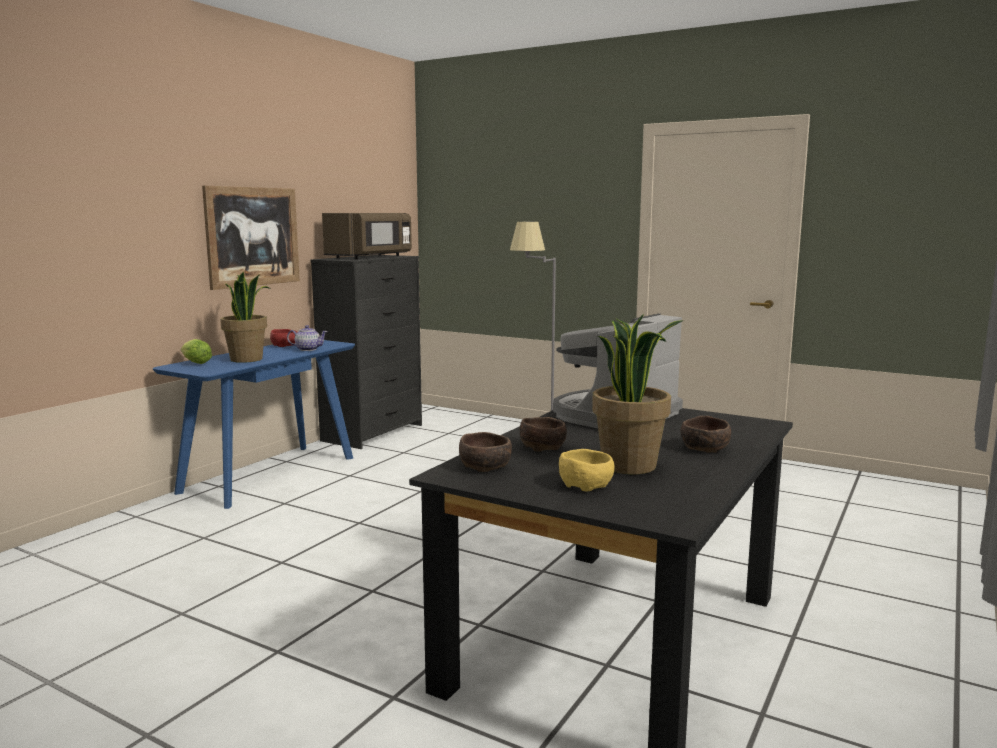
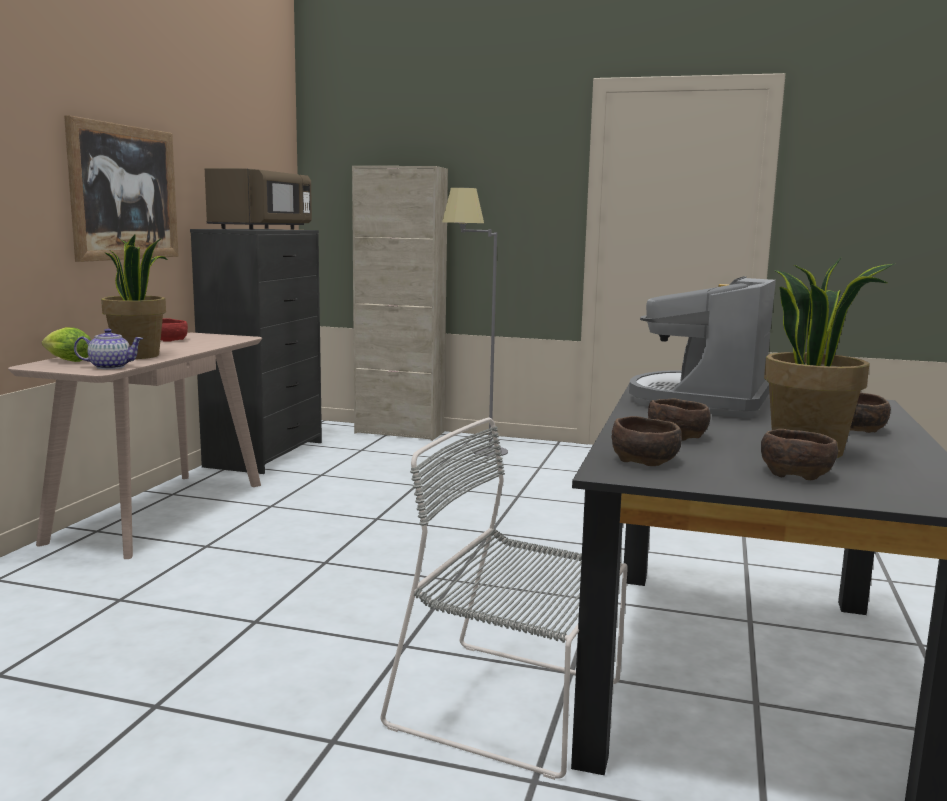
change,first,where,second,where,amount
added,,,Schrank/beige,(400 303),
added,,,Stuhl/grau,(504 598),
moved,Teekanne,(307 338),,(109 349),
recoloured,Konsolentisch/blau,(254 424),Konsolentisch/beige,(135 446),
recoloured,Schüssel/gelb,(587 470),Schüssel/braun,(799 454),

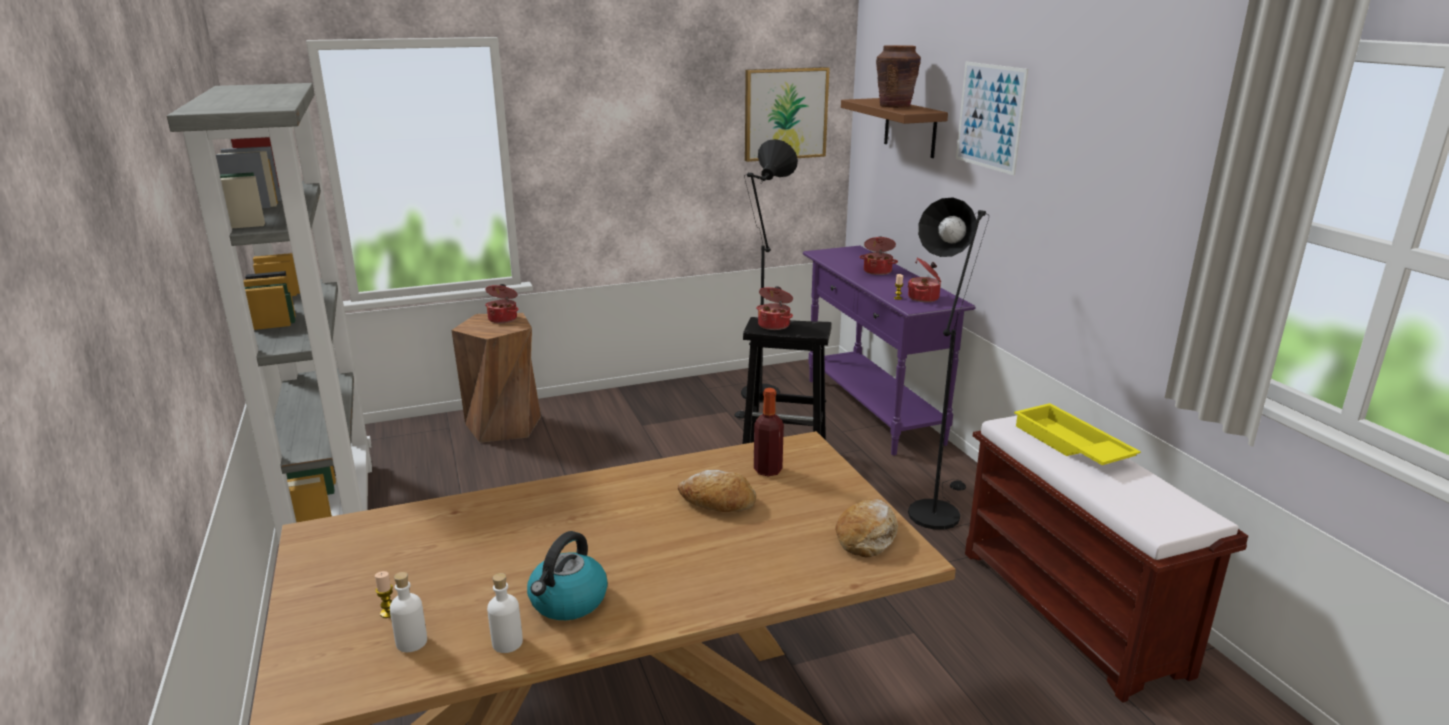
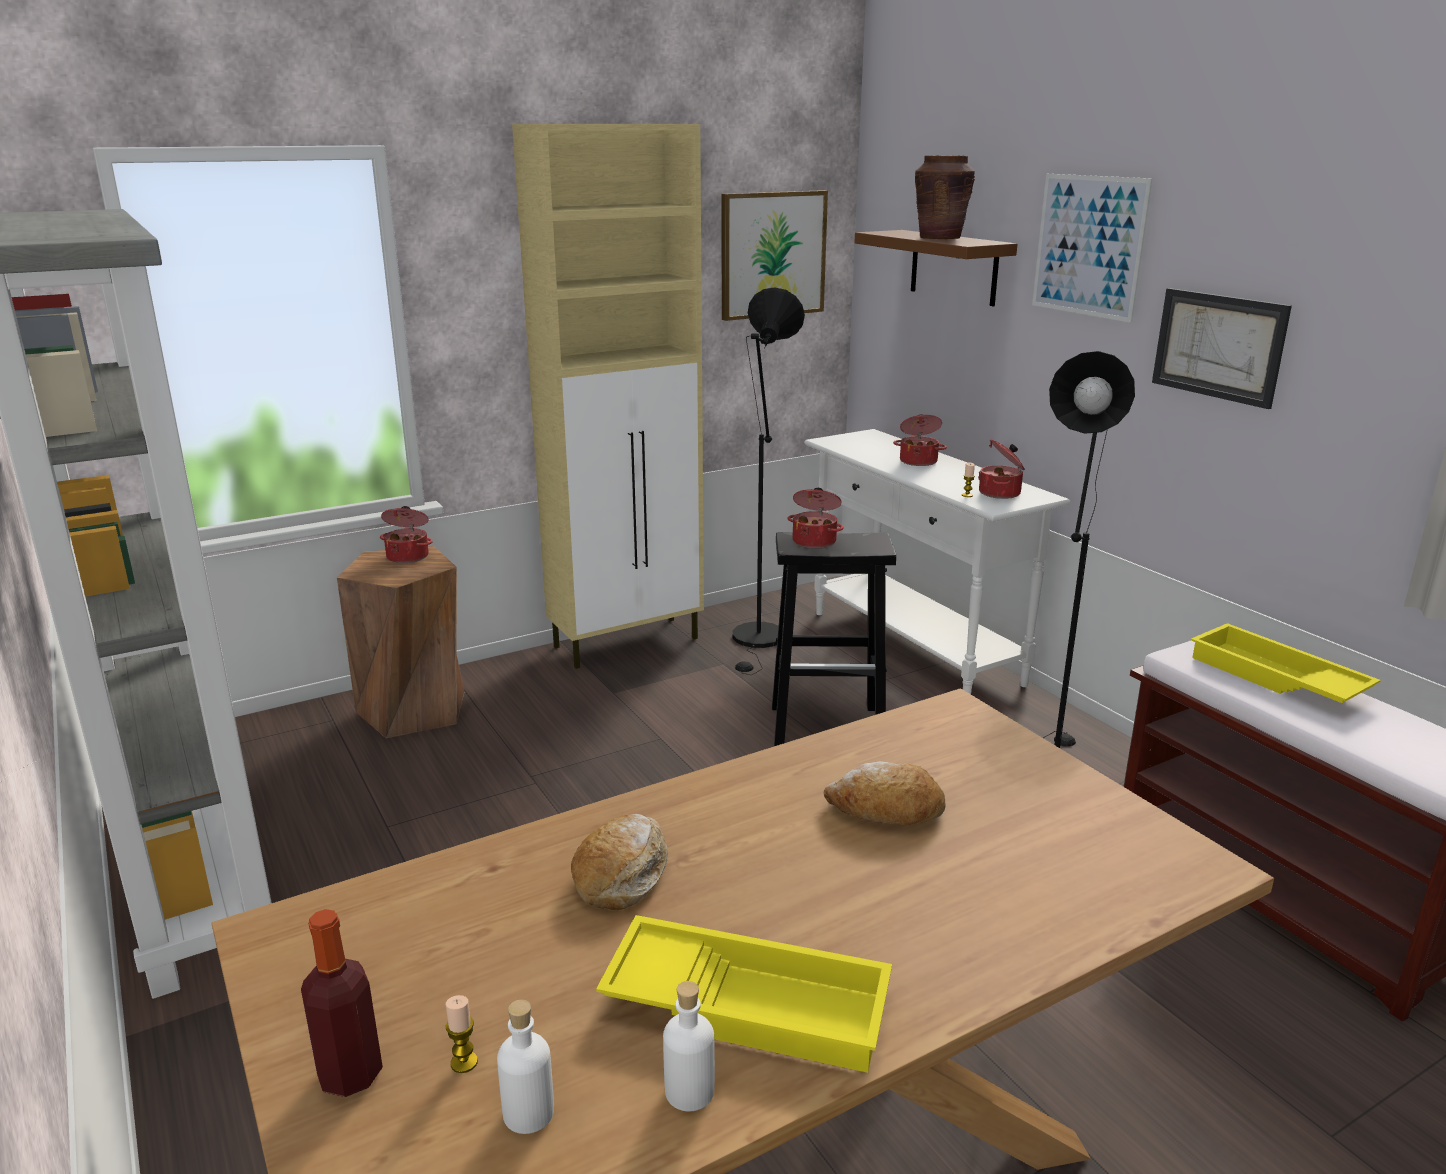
change,first,where,second,where,amount
added,,,Schrank/beige,(608 396),
added,,,Bild,(1222 348),
moved,Flasche,(769 432),,(342 1003),
moved,Brot,(866 528),,(619 862),
replaced,Wasserkessel,(567 575),Tablett/gelb,(744 994),
recoloured,Konsolentisch/lila,(889 351),Konsolentisch/weiß,(937 561),

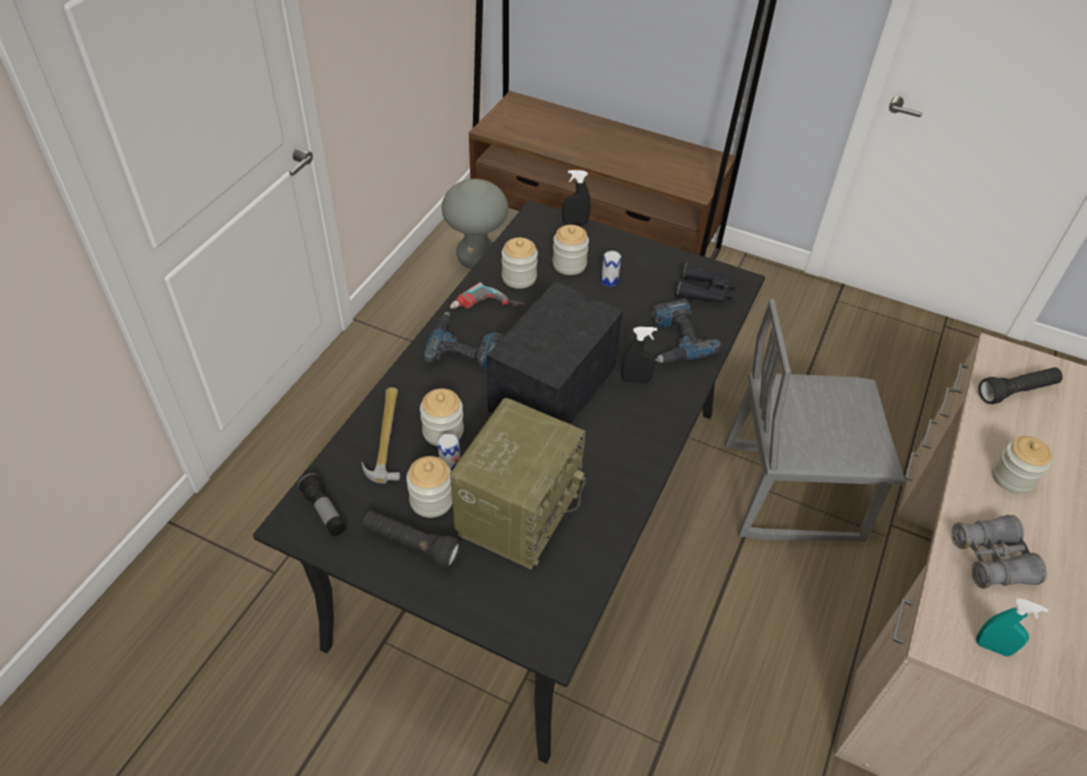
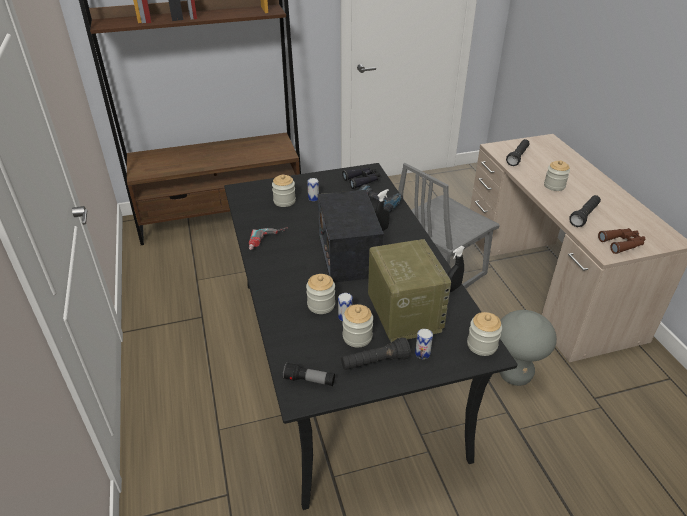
change,first,where,second,where,amount
removed,Hammer,(381 435),,,
removed,Bohrmaschine,(463 341),,,
added,,,Dose,(424 344),
moved,Hocker/grau,(475 224),,(528 348),
moved,Vorratsglas,(520 263),,(484 334),
moved,Sprühflasche/schwarz,(576 197),,(455 269),
replaced,Fernglas/grau,(999 552),Taschenlampe/schwarz,(585 211),
replaced,Sprühflasche/türkis,(1012 627),Fernglas/braun,(621 241),

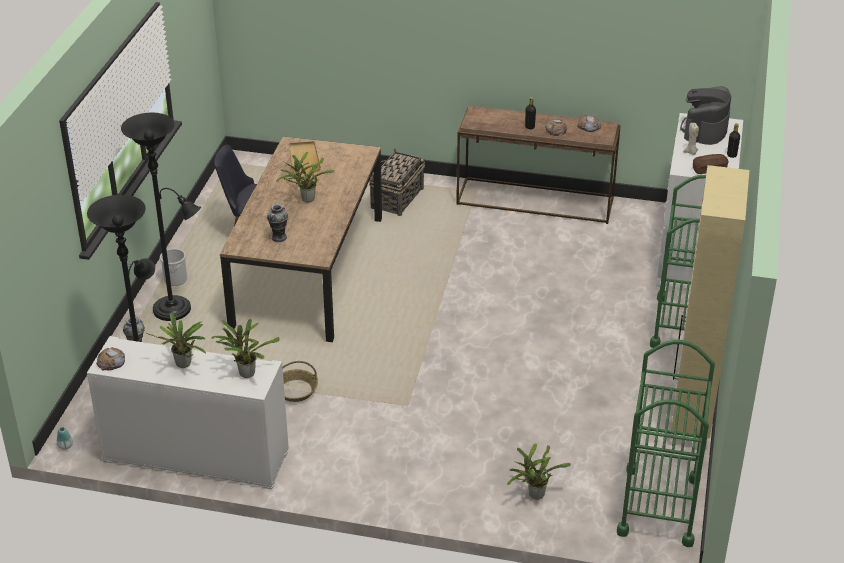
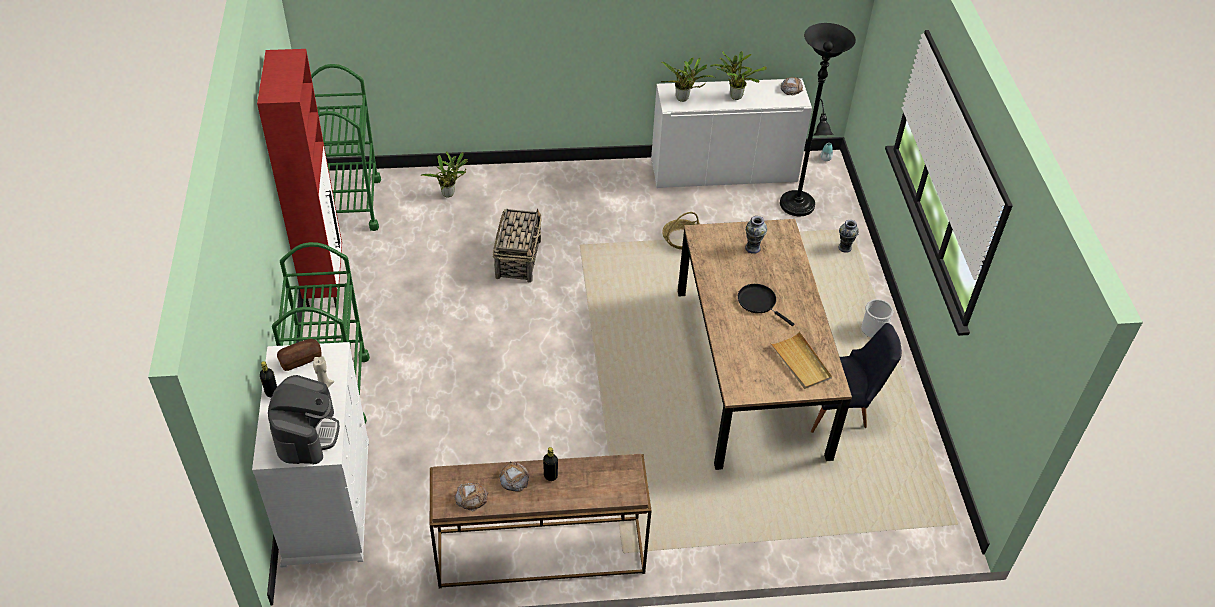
change,first,where,second,where,amount
removed,Stehlampe/schwarz,(161 217),,,
moved,Korb,(397 182),,(517 245),
replaced,Topfpflanze,(305 177),Pfanne/schwarz,(766 305),
recoloured,Schrank/beige,(710 306),Schrank/rot,(299 178),

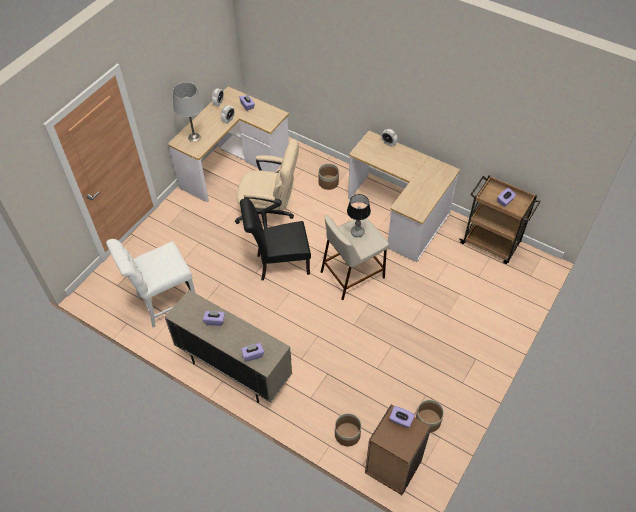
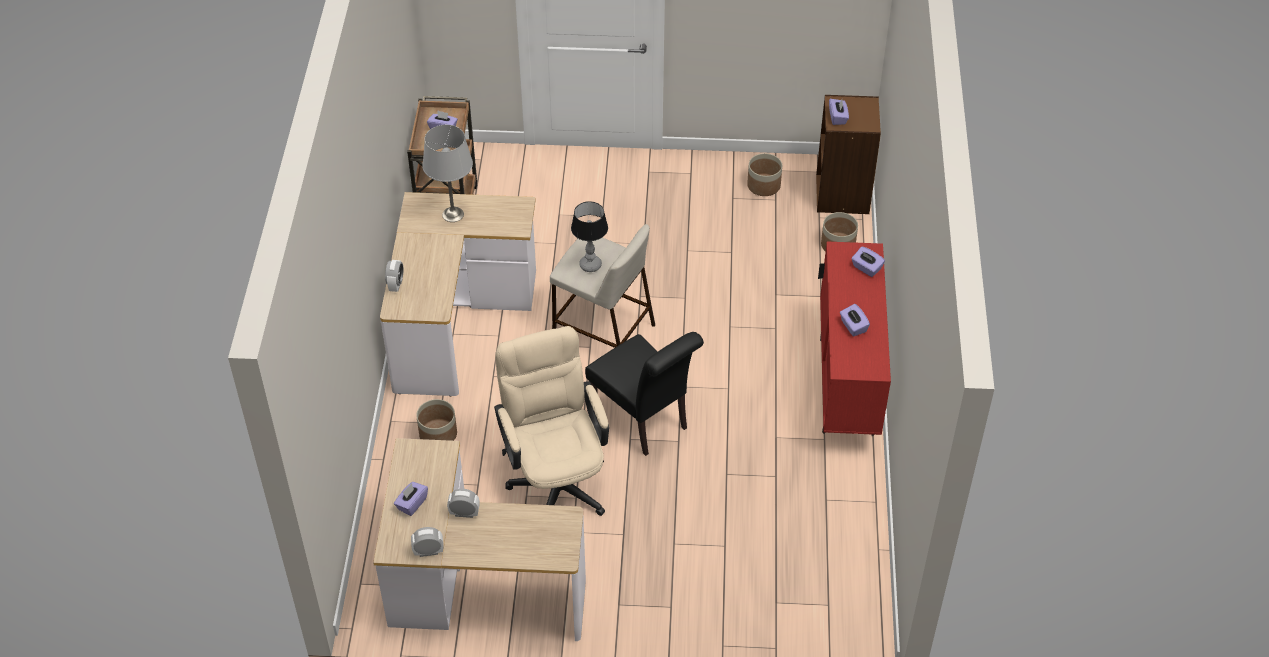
change,first,where,second,where,amount
removed,Stuhl/weiß,(150 283),,,
moved,Tischlampe/grau,(188 112),,(447 173),
recoloured,Schrank/beige,(228 346),Schrank/rot,(854 338),

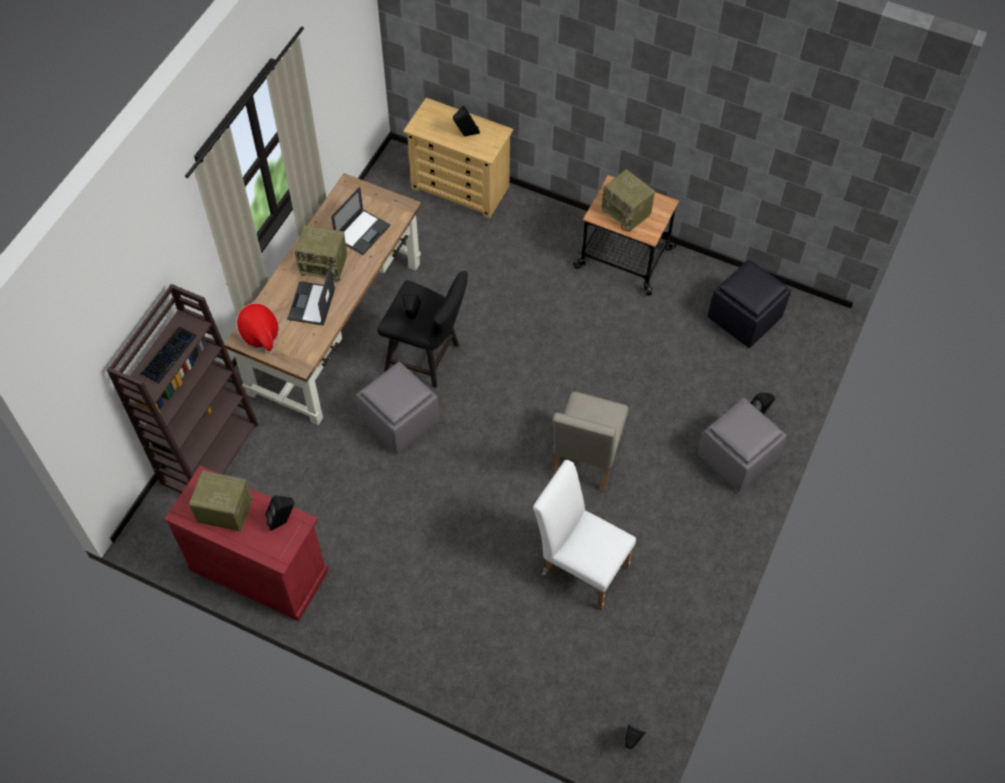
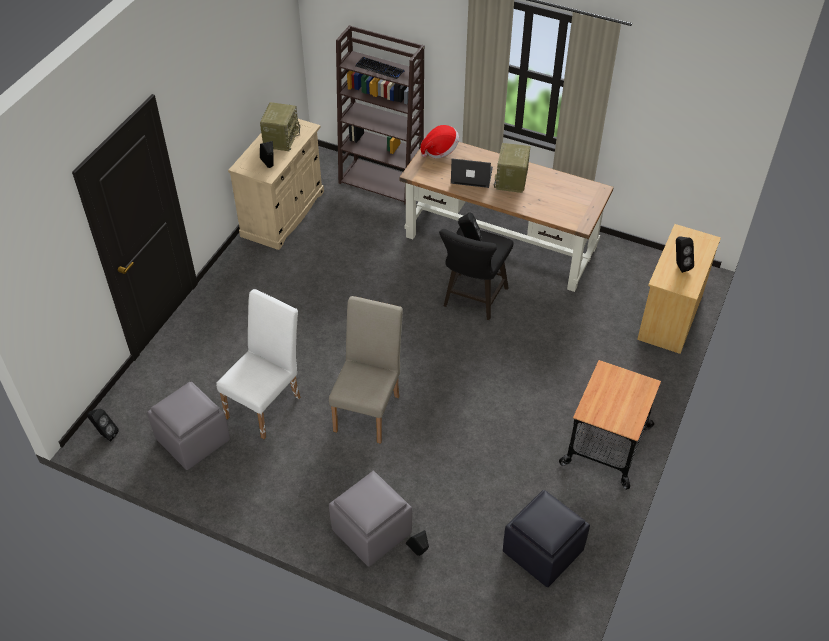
change,first,where,second,where,amount
removed,Laptop,(360 221),,,
removed,Radio,(628 200),,,
moved,Polsterhocker/grau,(397 407),,(188 426),
recoloured,Schrank/rot,(246 543),Schrank/beige,(276 184),
turned,Stuhl/beige,(590 442),,(366 370),90 degrees clockwise

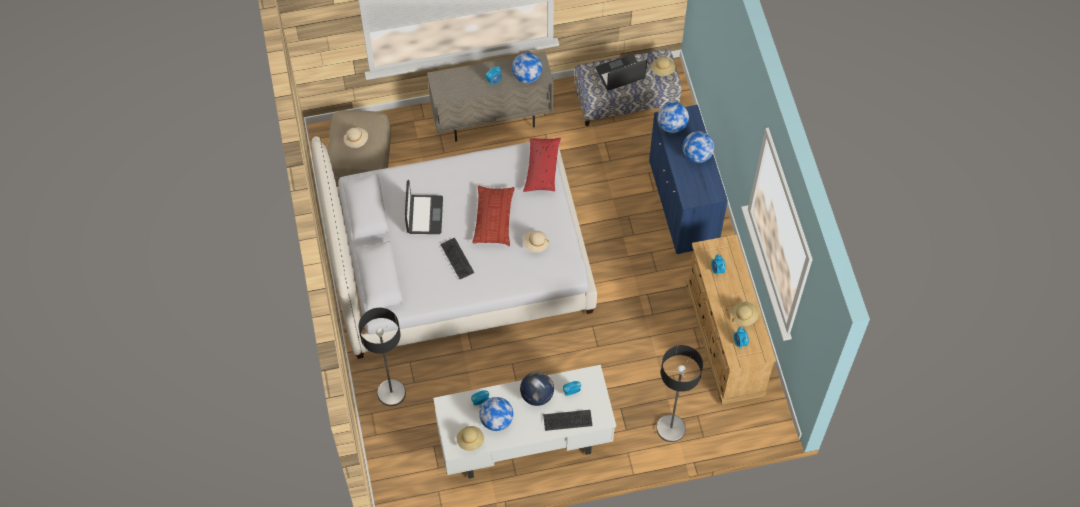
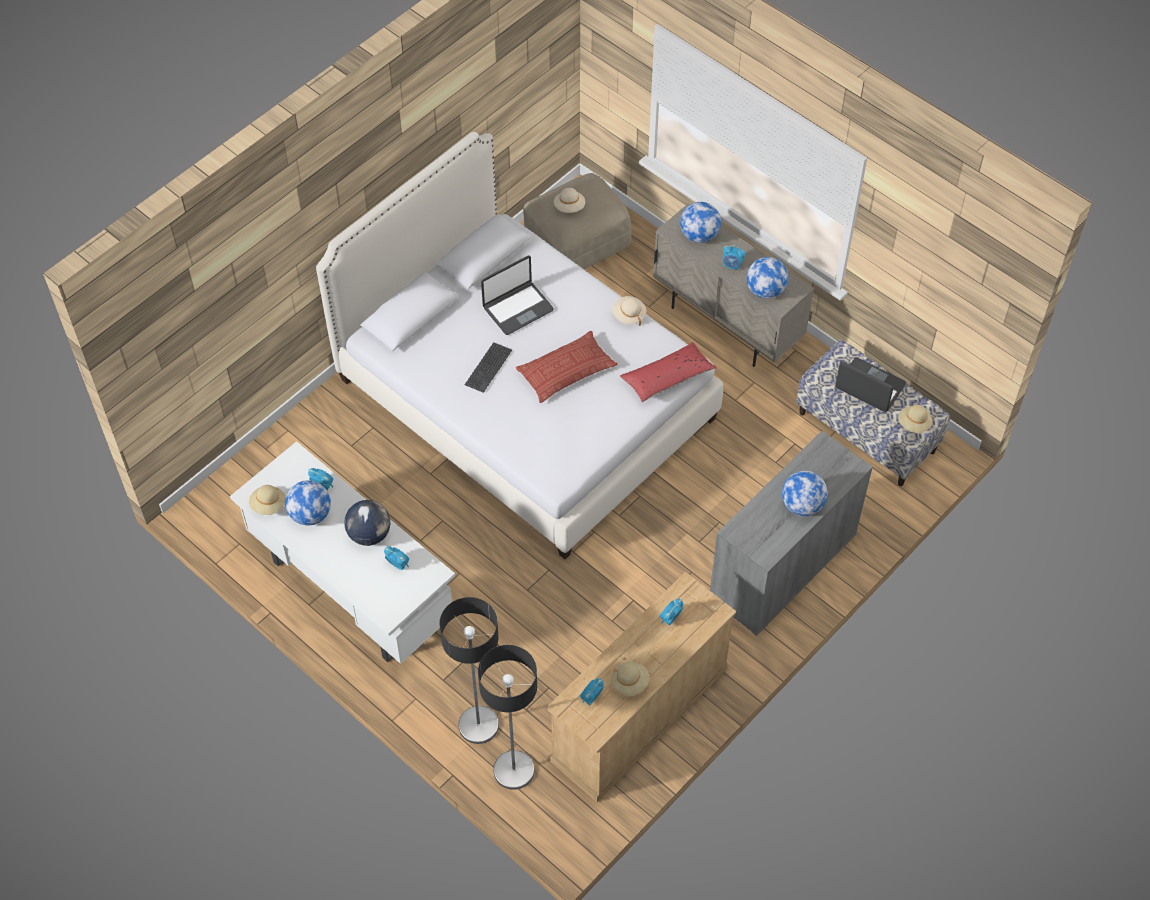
change,first,where,second,where,amount
removed,Tastatur,(568 420),,,
moved,Stehlampe,(382 357),,(507 717),
moved,Hut/beige,(536 241),,(629 311),
moved,Globus,(673 117),,(700 222),
recoloured,Schrank/blau,(688 179),Schrank/grau,(791 533),

